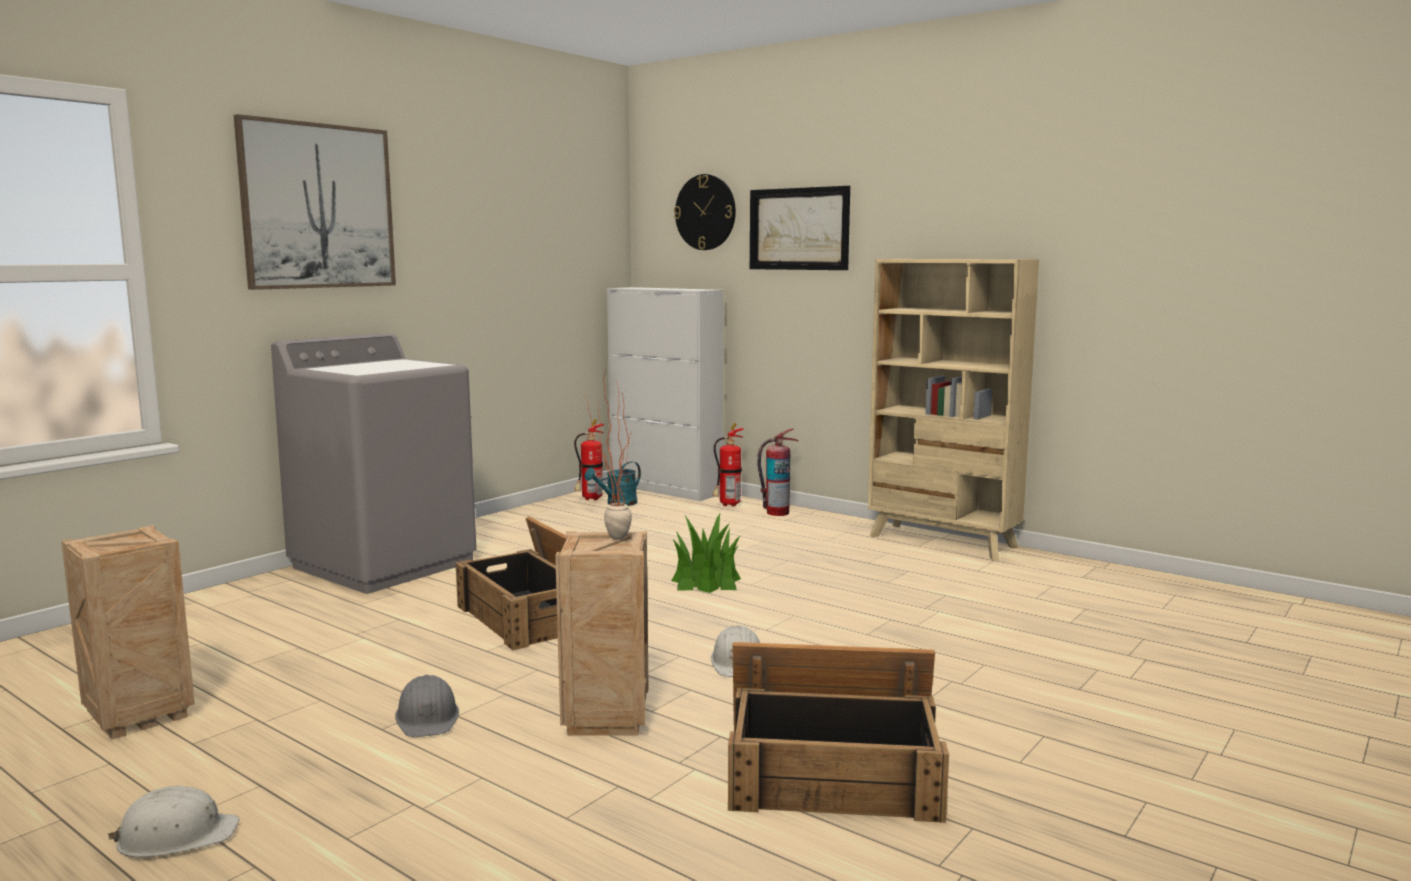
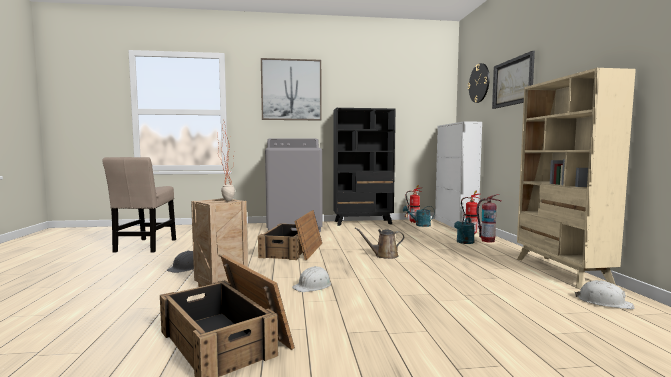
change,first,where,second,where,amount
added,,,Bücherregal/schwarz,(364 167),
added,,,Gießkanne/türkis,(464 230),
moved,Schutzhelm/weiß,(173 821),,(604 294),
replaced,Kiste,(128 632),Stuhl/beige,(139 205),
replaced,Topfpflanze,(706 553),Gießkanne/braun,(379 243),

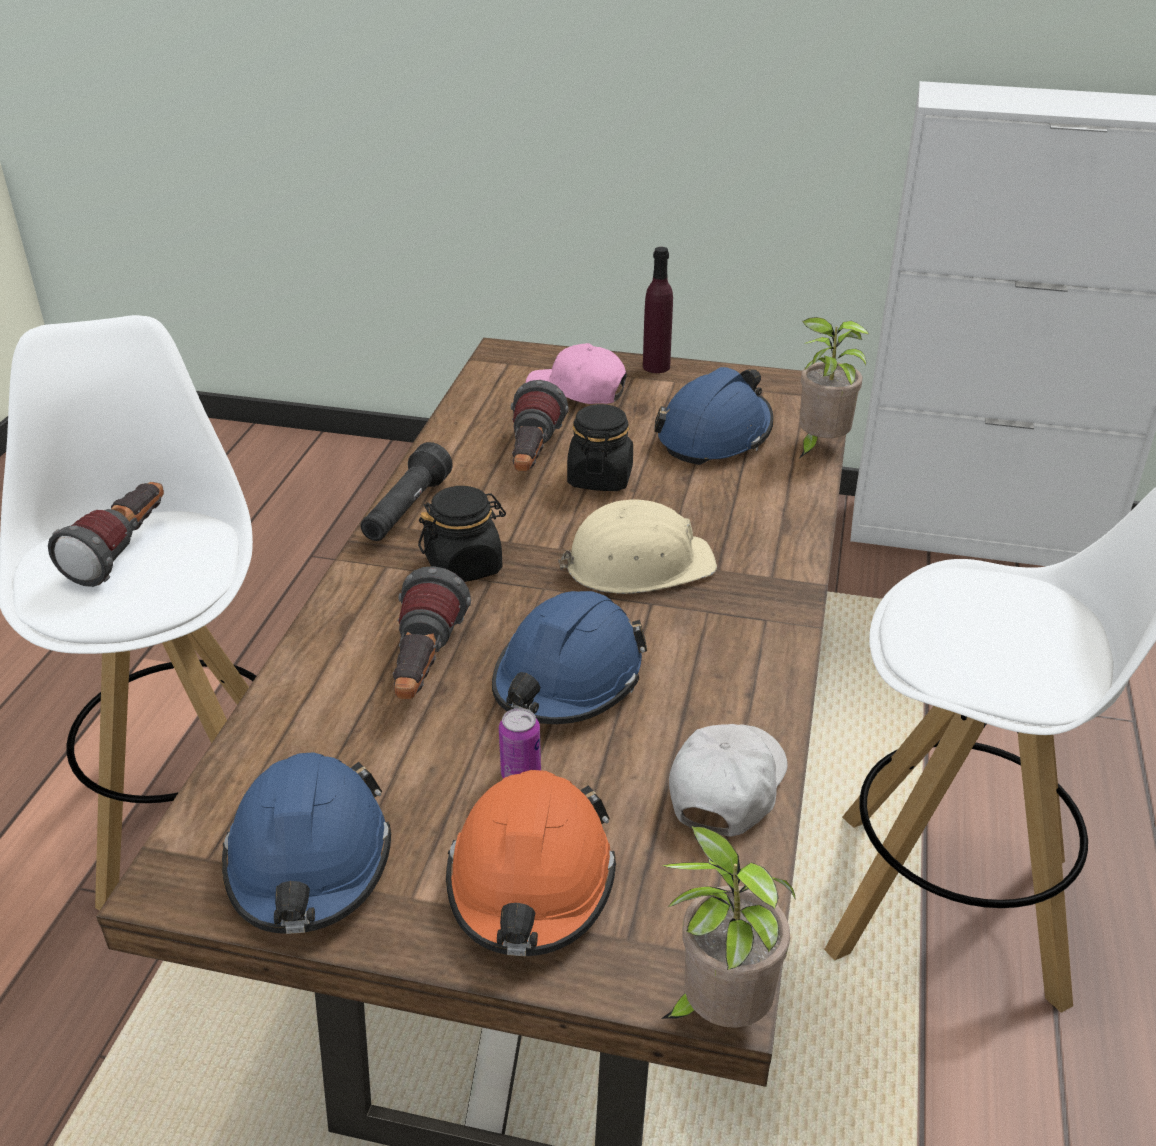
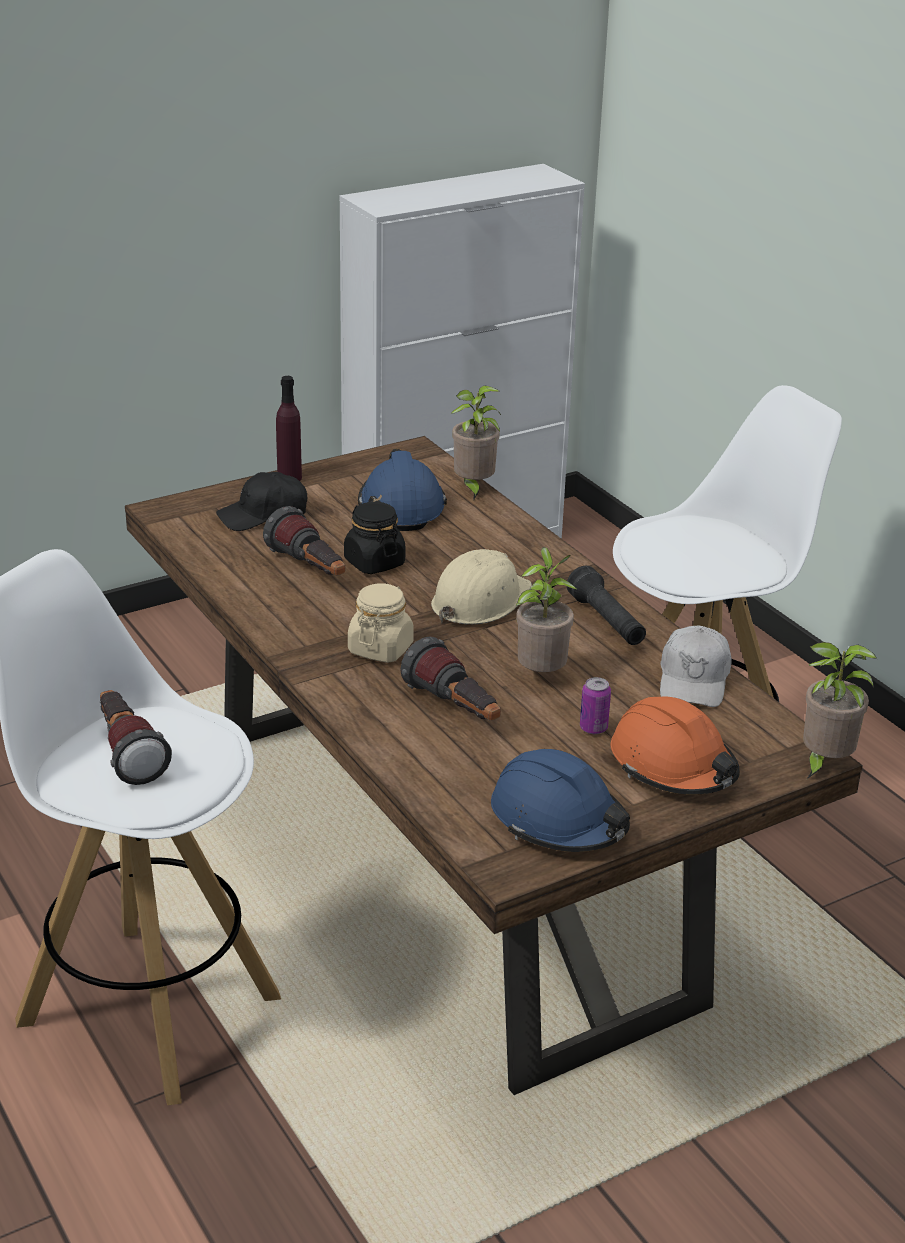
change,first,where,second,where,amount
moved,Taschenlampe/schwarz,(406 491),,(606 605),
replaced,Schutzhelm/blau,(569 657),Topfpflanze,(546 609),
recoloured,Vorratsglas/schwarz,(462 534),Vorratsglas/beige,(381 623),
recoloured,Kappe/rosa,(576 373),Kappe/schwarz,(261 501),
turned,Kappe/weiß,(728 780),,(696 666),150 degrees counterclockwise

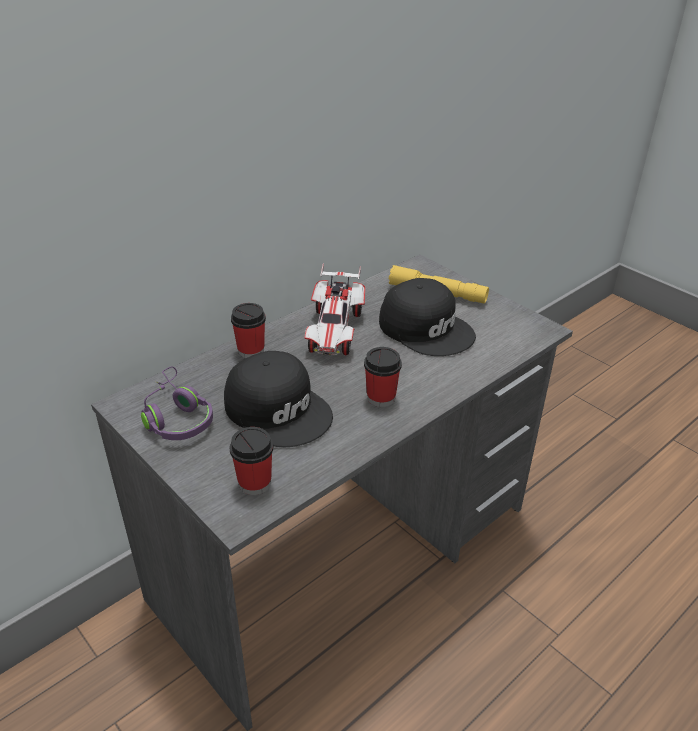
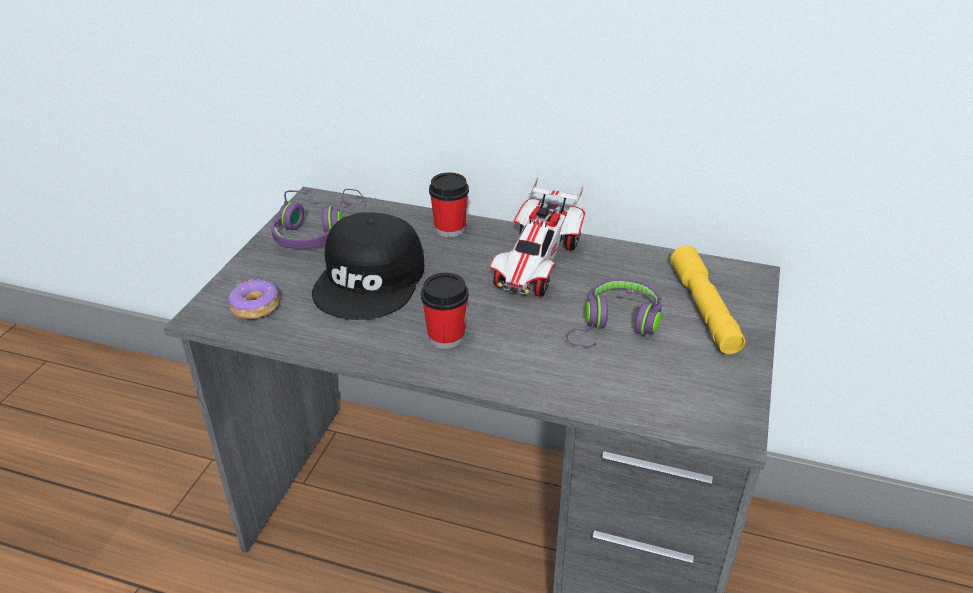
change,first,where,second,where,amount
replaced,Tasse,(251 461),Donut,(253 299),
replaced,Kappe/schwarz,(427 317),Kopfhörer/lila,(614 313),
turned,Spielzeugauto,(335 310),,(537 237),45 degrees counterclockwise

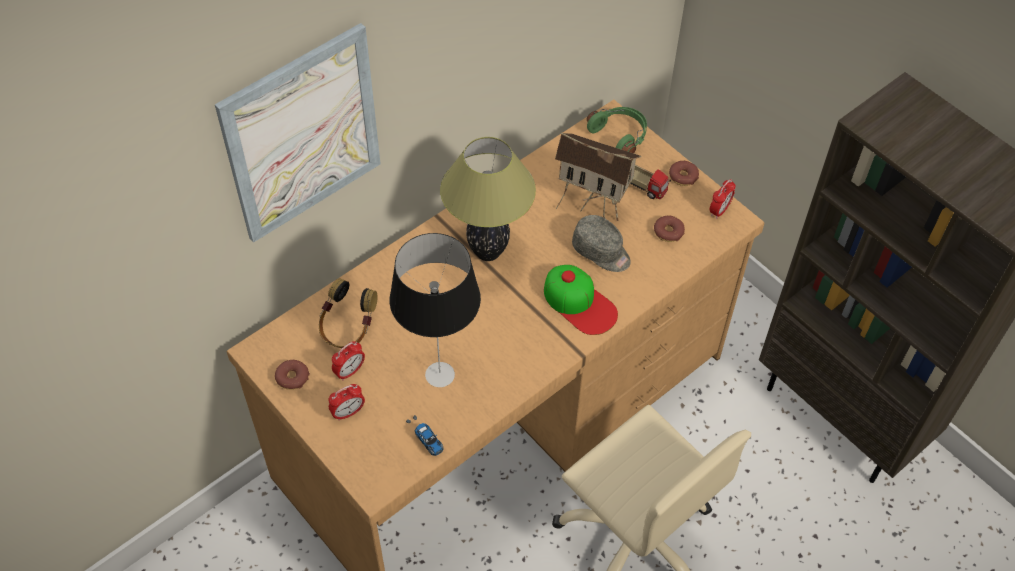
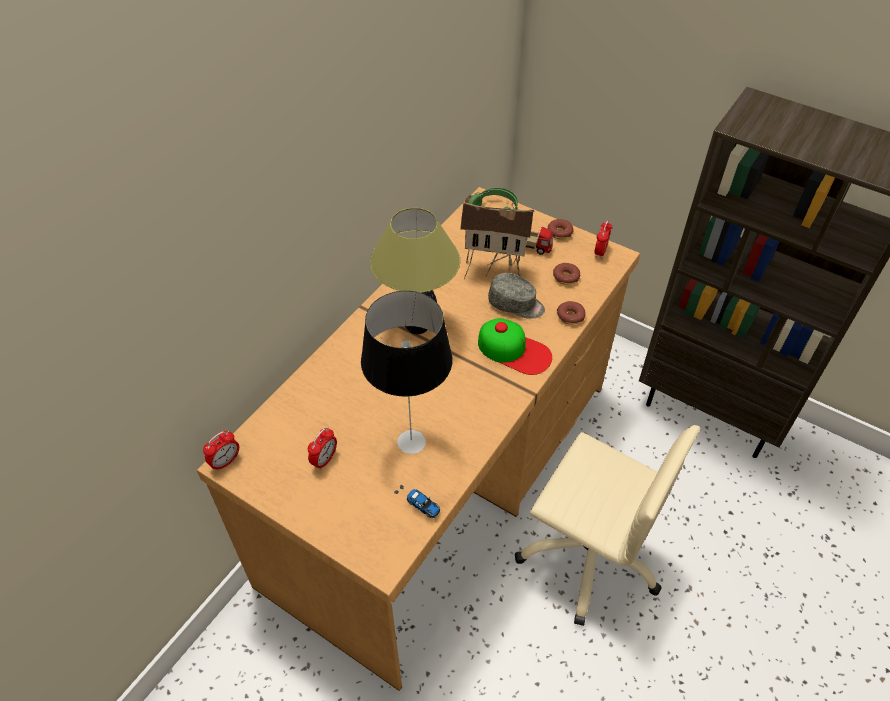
change,first,where,second,where,amount
removed,Bild,(298 133),,,
removed,Kopfhörer,(348 313),,,
moved,Donut,(292 375),,(571 313),
moved,Wecker,(346 402),,(221 451),

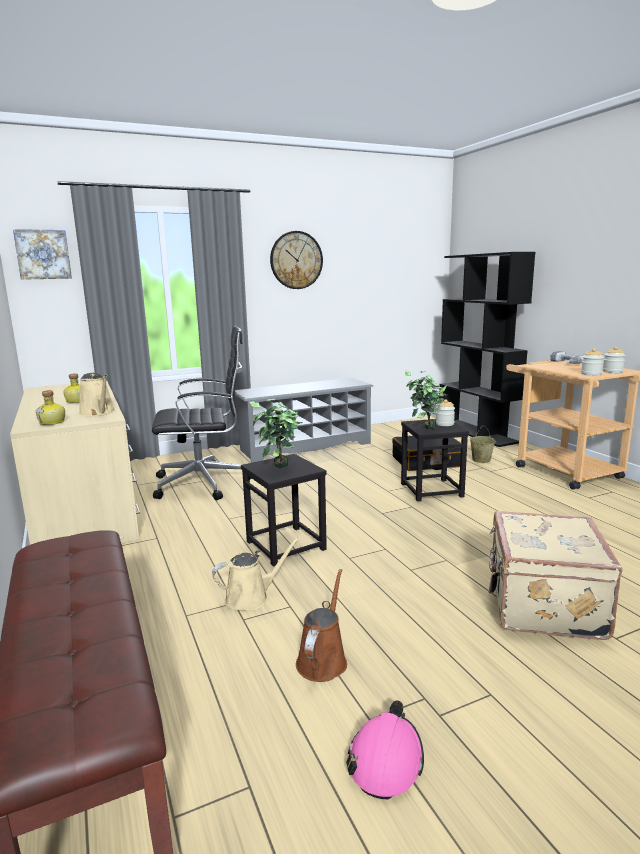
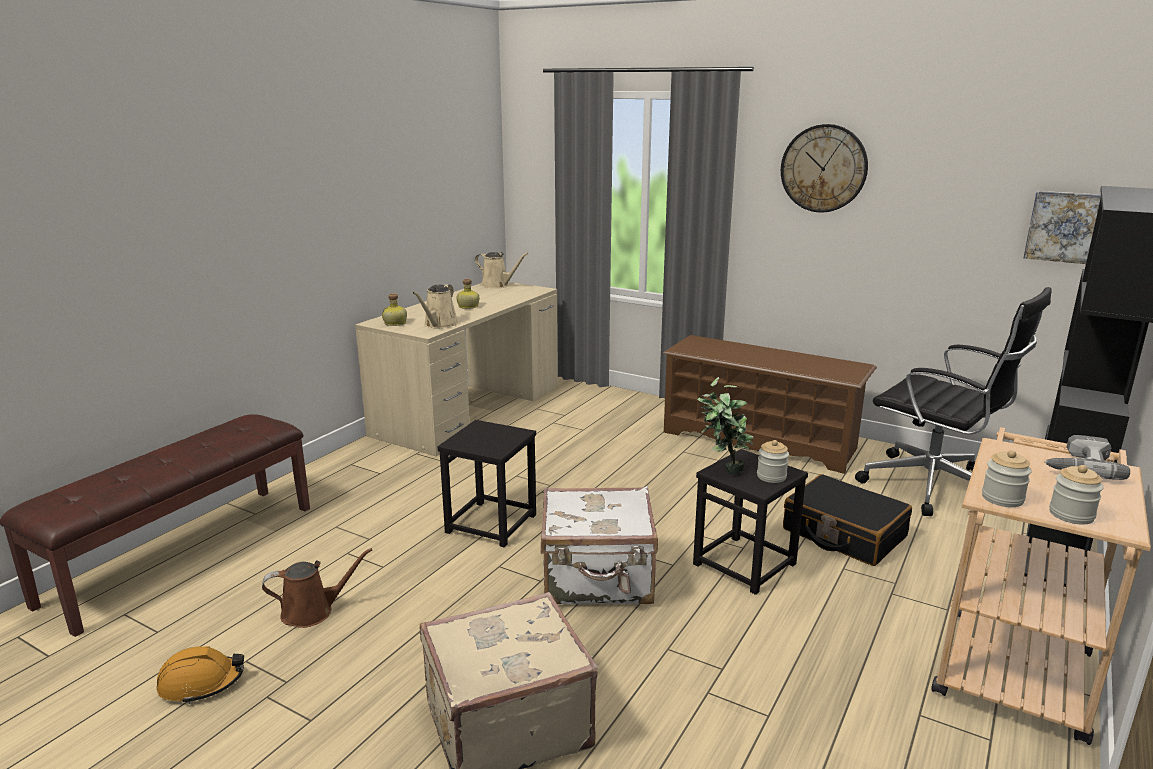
change,first,where,second,where,amount
removed,Topfpflanze,(276 433),,,
removed,Eimer/beige,(483 444),,,
added,,,Koffer/weiß,(599 545),
moved,Bild,(42 254),,(1062 227),
moved,Bürostuhl/schwarz,(202 413),,(953 401),
moved,Gießkanne/beige,(256 574),,(502 270),
recoloured,Schuhregal/grau,(304 420),Schuhregal/braun,(770 404),
recoloured,Schutzhelm/rosa,(385 750),Schutzhelm/orange,(200 675),

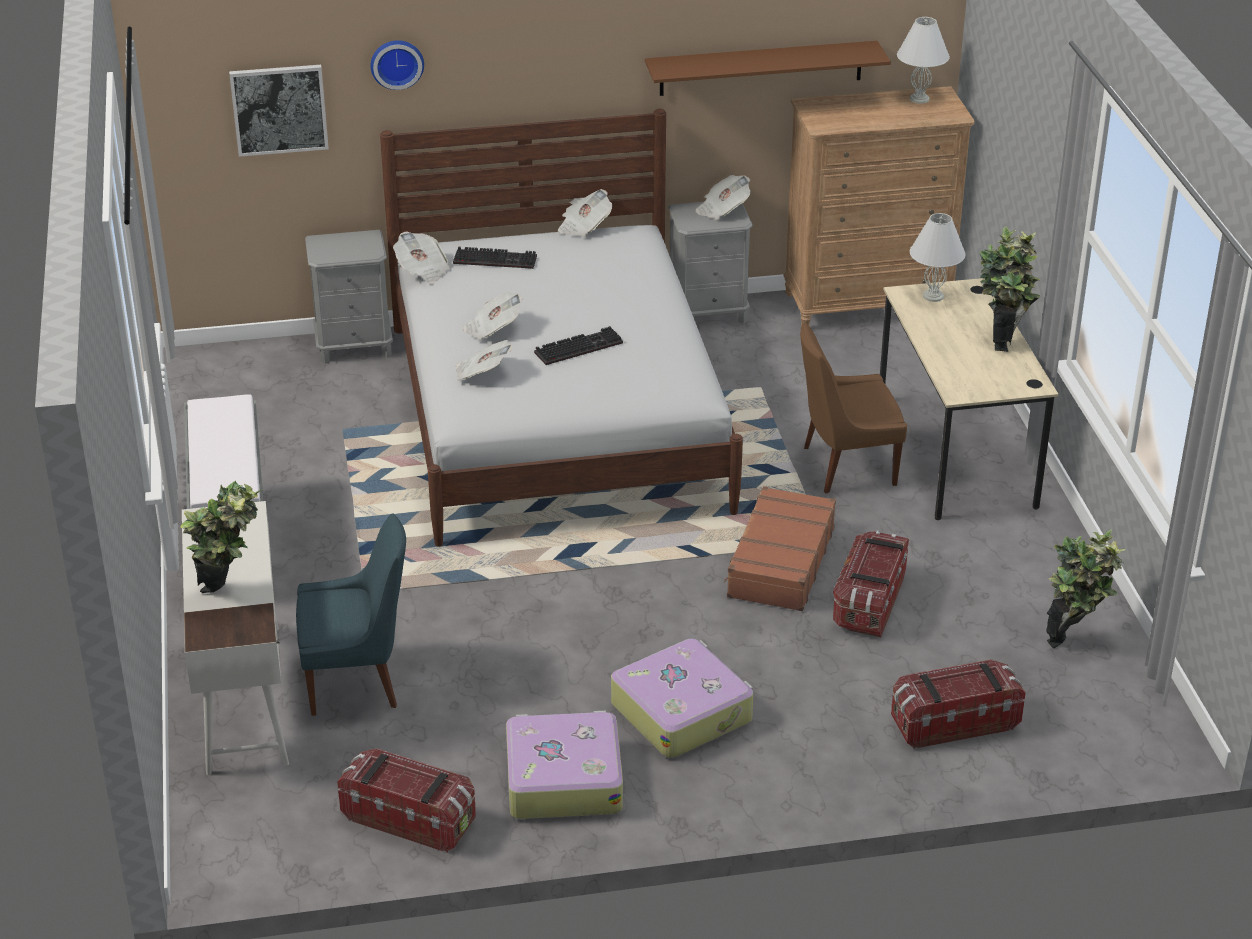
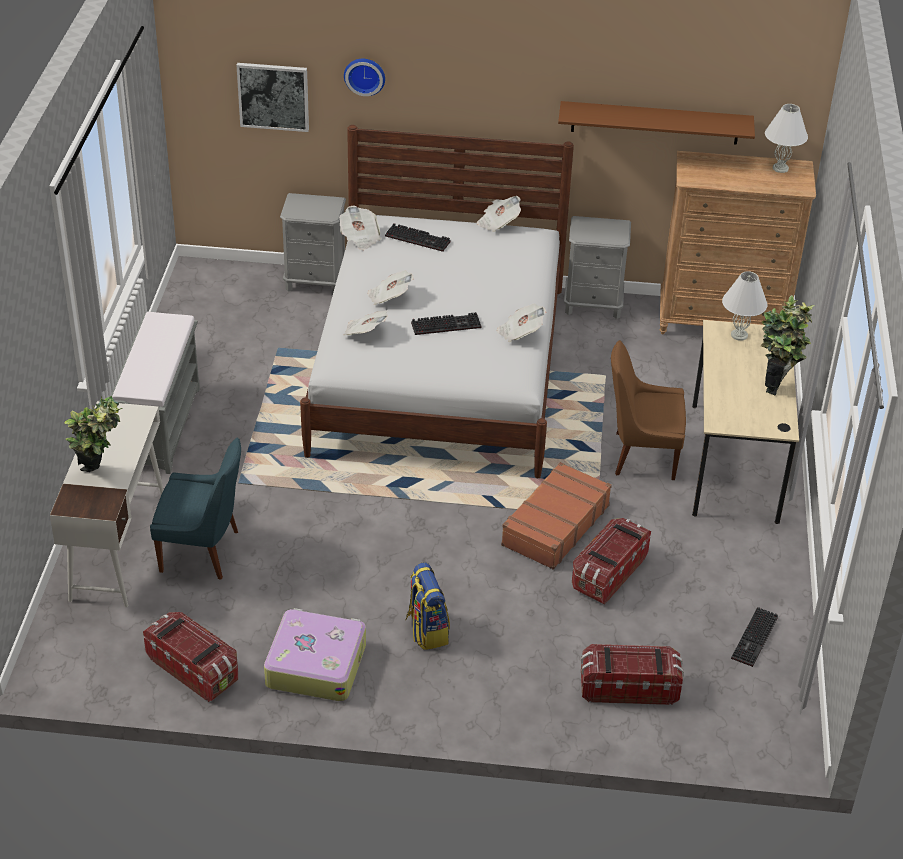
change,first,where,second,where,amount
moved,Zeitung,(723 197),,(521 323),
replaced,Koffer,(682 698),Rucksack,(427 606),
replaced,Topfpflanze,(1086 588),Tastatur,(754 637),

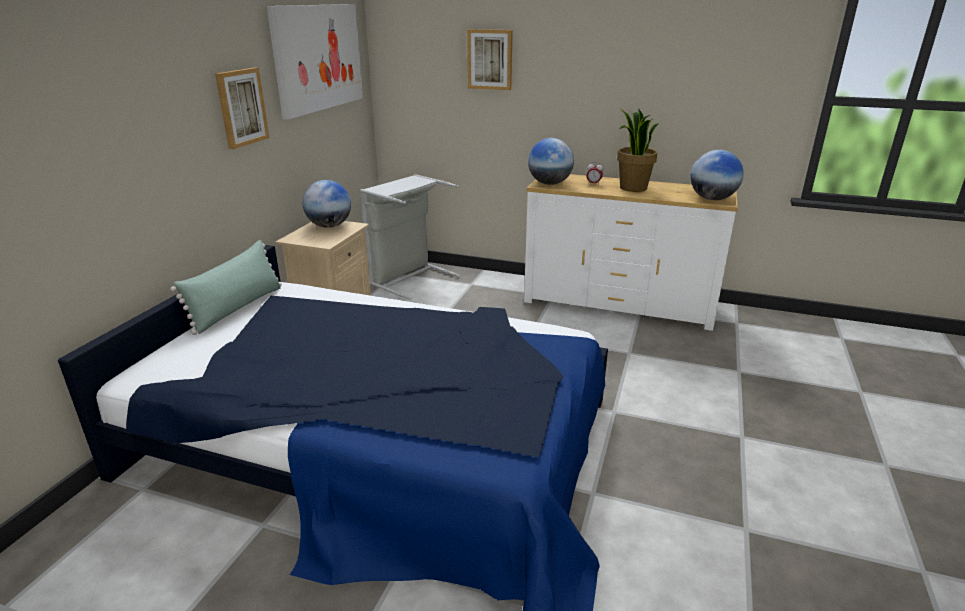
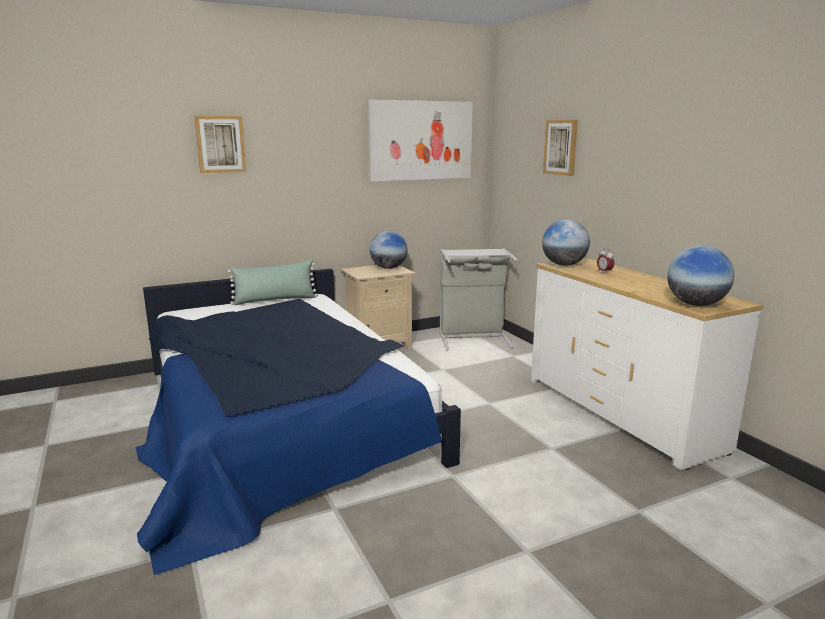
change,first,where,second,where,amount
removed,Topfpflanze,(638 150),,,
moved,Bild,(242 108),,(220 144),

